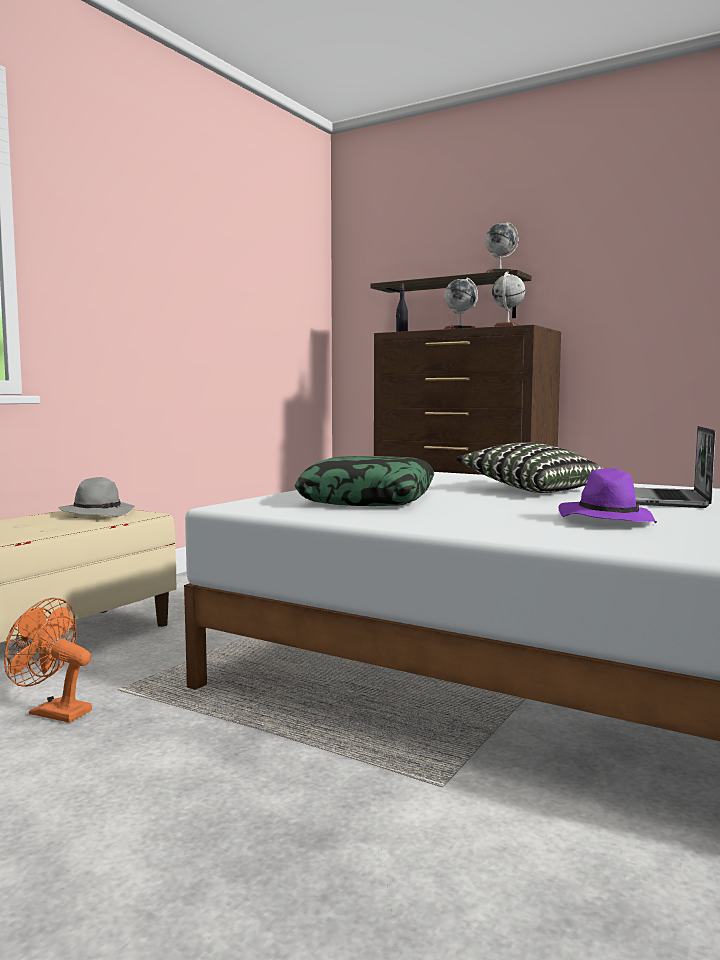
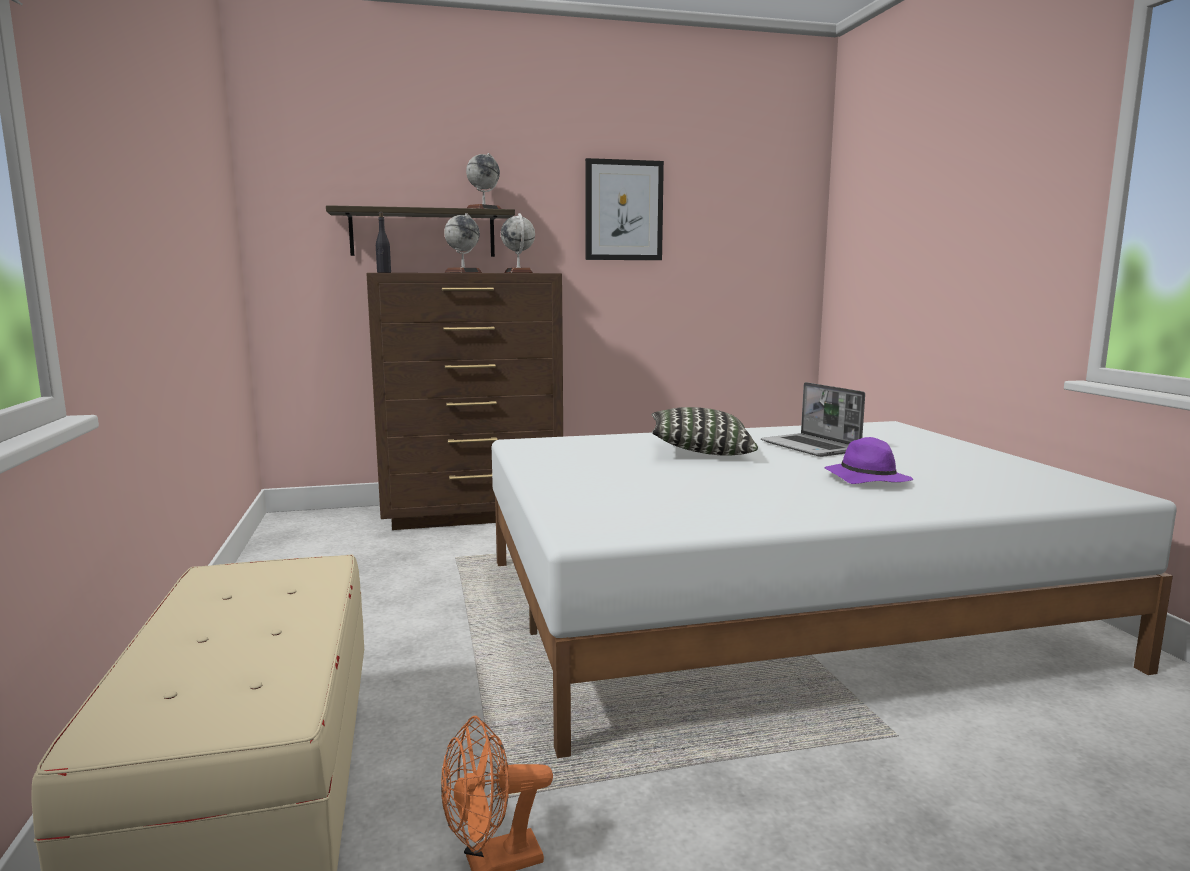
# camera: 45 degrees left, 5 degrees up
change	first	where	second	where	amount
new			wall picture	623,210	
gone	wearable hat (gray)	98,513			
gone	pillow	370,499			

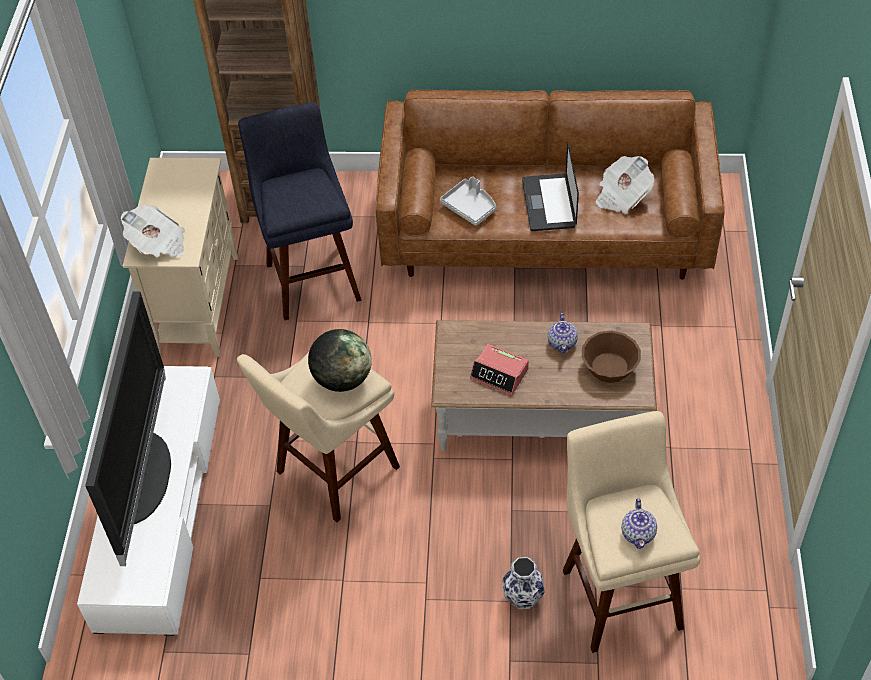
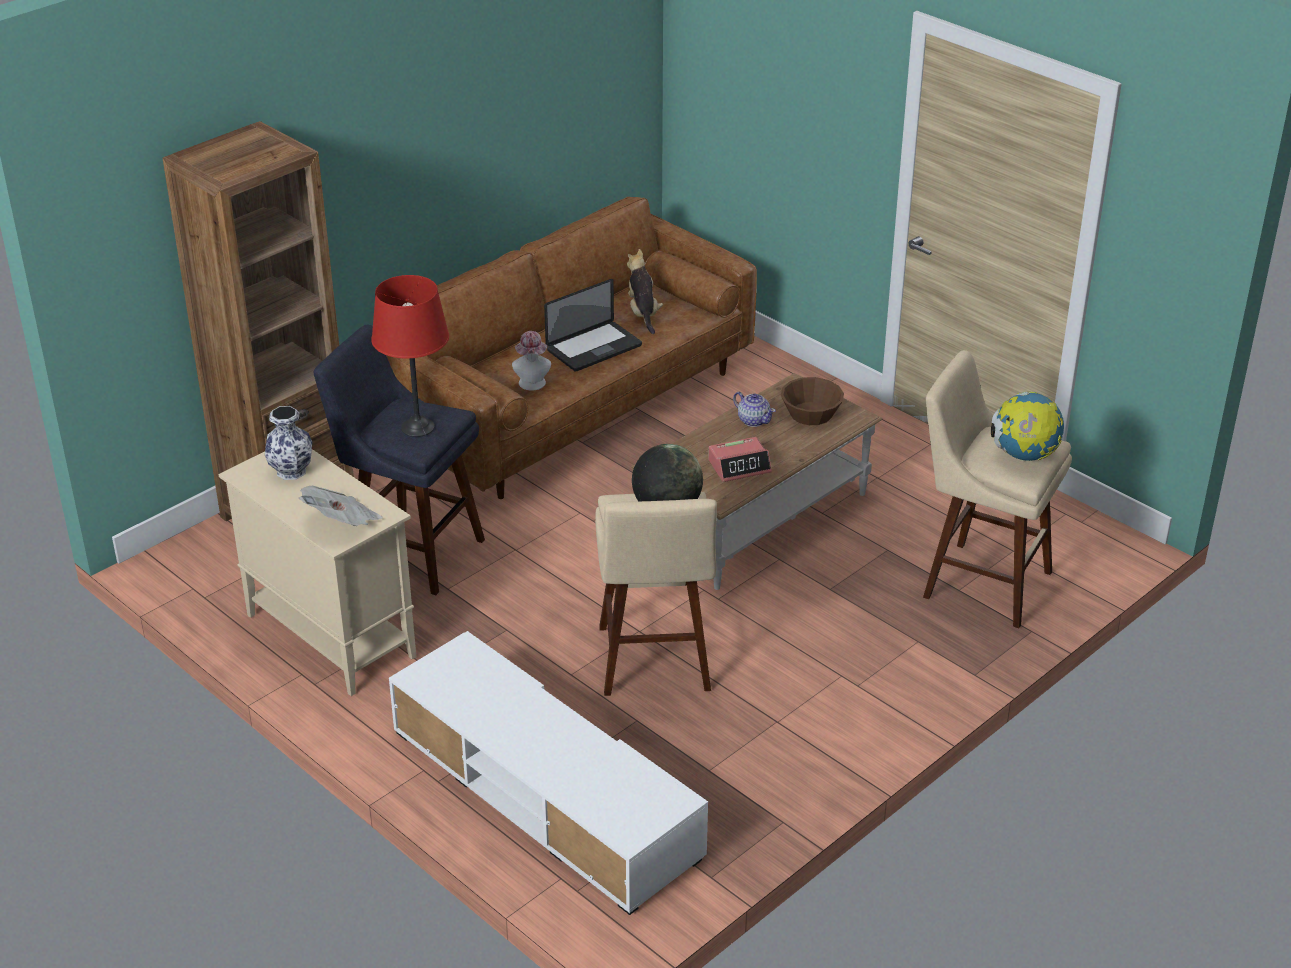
# camera: 50 degrees left, 15 degrees down
change	first	where	second	where	amount
shifted	flower vase	523,598		292,471	
new			tabletop lamp (red-coloured)	417,427	
swapped	serving tray (gray)	470,207	wearable hat	532,385	
rotated	portable computer	549,203		594,348	75 degrees counterclockwise
swapped	daily paper	622,196	plush toy	643,313	
swapped	tea pot	638,533	desk globe	1024,455	
gone	TV	143,478			

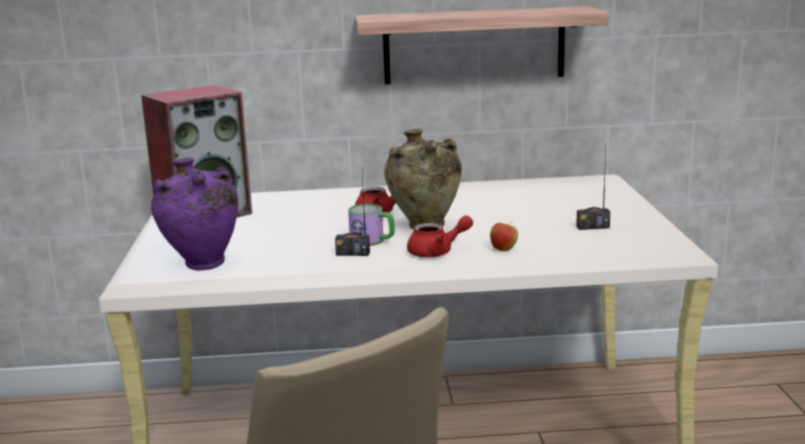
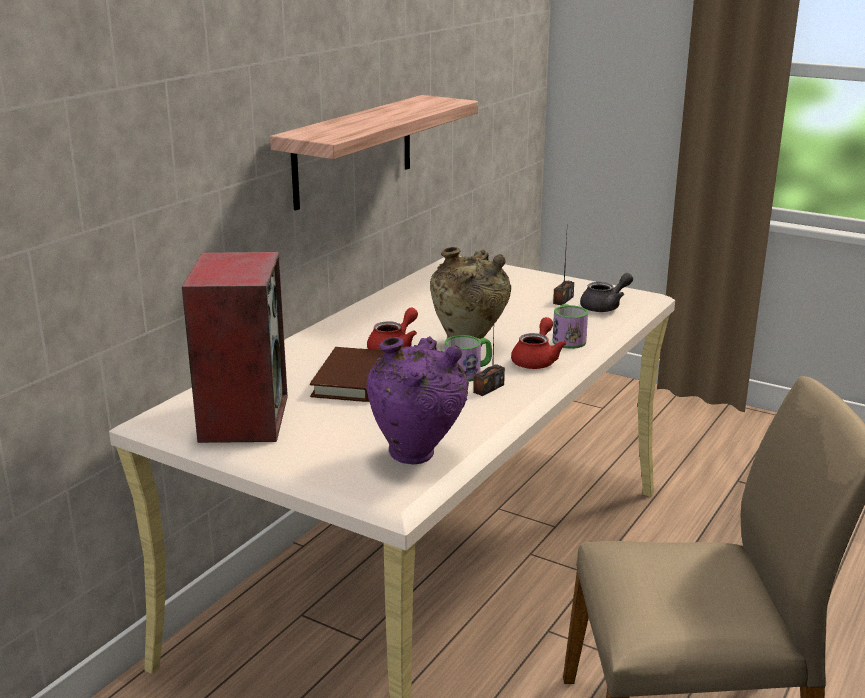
# camera: 55 degrees left, 5 degrees up
change	first	where	second	where	amount
new			volume (brown-coloured)	354,380	
swapped	apple fruit	503,249	tea mug	567,339	
new			tea pot (gray)	605,307	

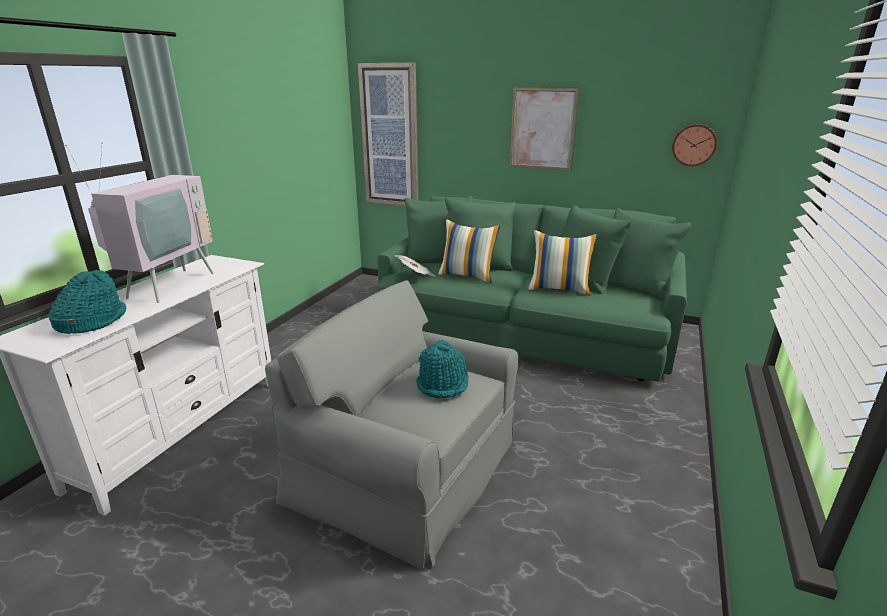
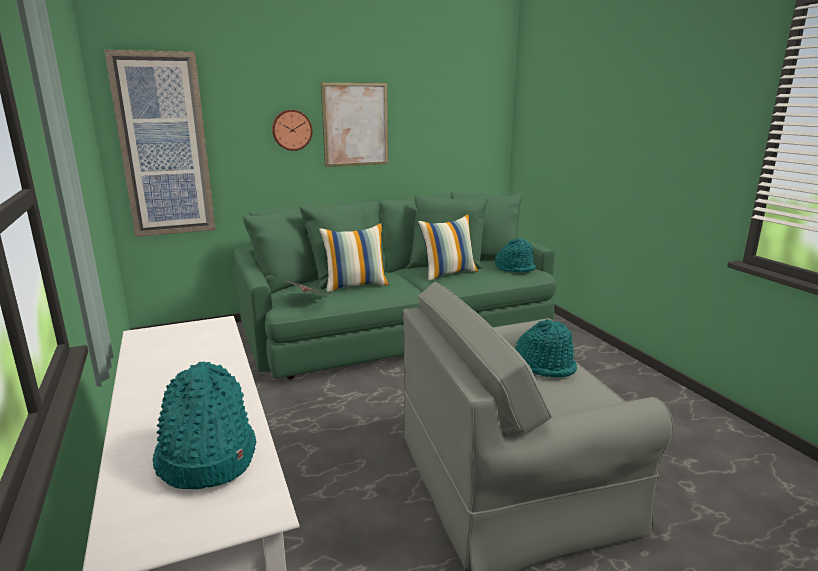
# camera: 45 degrees left, 5 degrees down
change	first	where	second	where	amount
shifted	hanging clock	694,145		291,130	
new			wearable hat (turquoise)	515,268	
gone	TV	166,284			

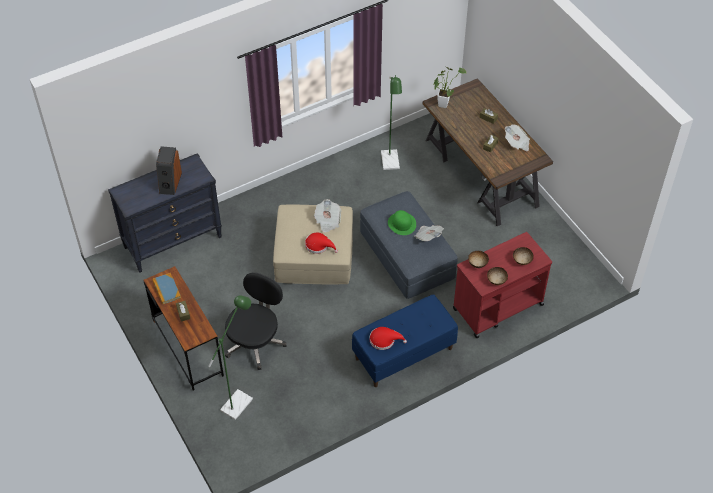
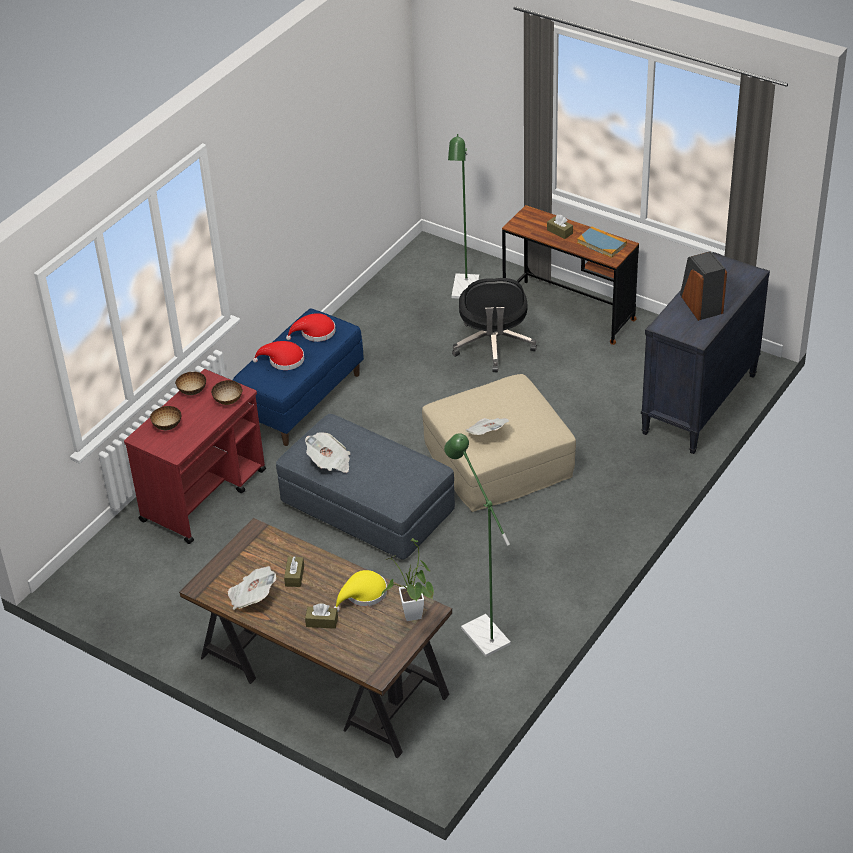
# camera: 155 degrees right, 10 degrees down
change	first	where	second	where	amount
shifted	wearable hat (red-coloured)	319,245		283,360	
new			wearable hat (yellowish)	363,594	
gone	wearable hat (green-coloured)	402,223			

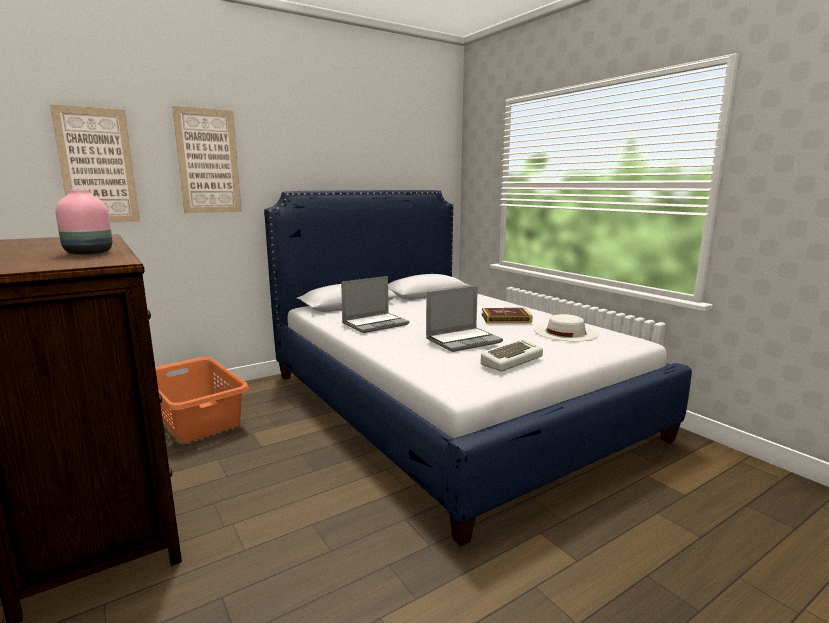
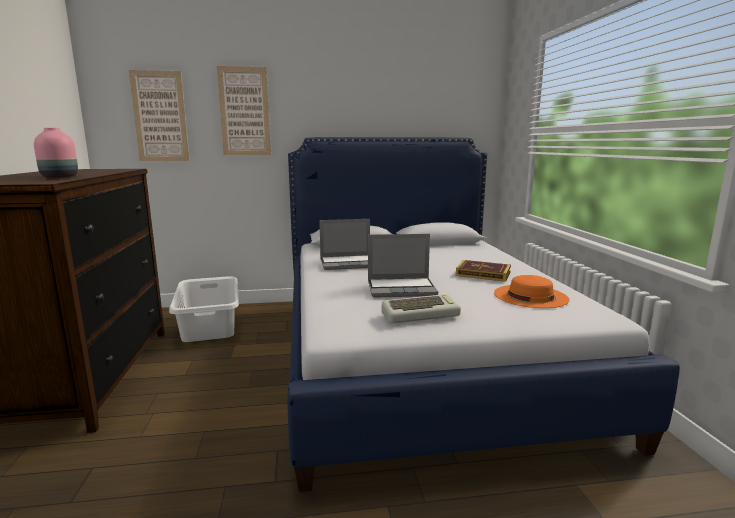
# camera: 25 degrees right, 0 degrees up
change	first	where	second	where	amount
repainted	laundry basket (orangey)	196,418	laundry basket (white-coloured)	208,325	
repainted	wearable hat (white-coloured)	565,332	wearable hat (orangey)	530,296	

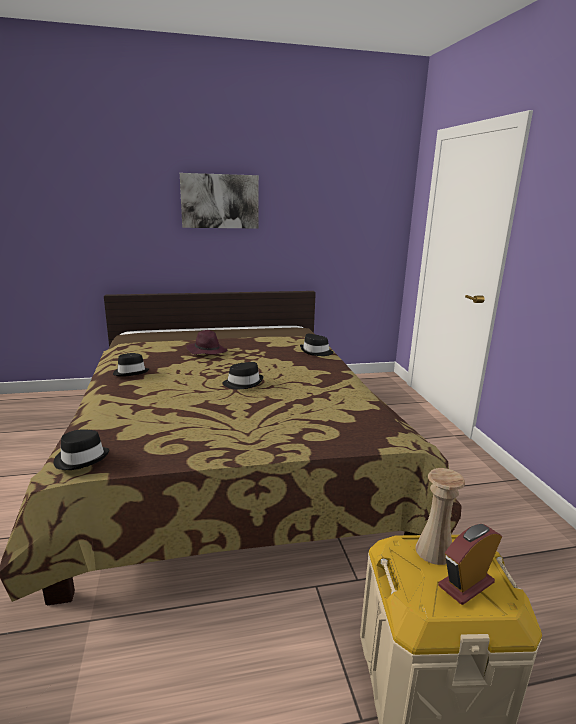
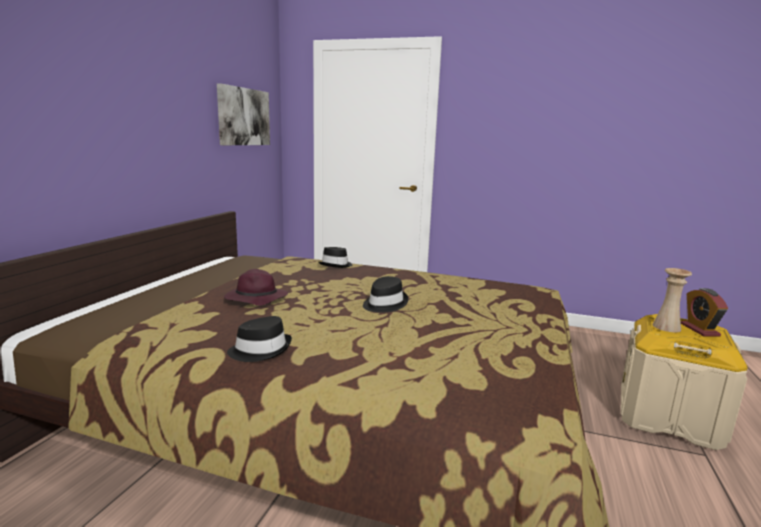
# camera: 60 degrees left, 5 degrees down
change	first	where	second	where	amount
shifted	wall picture	220,201		243,117	
gone	wearable hat (black)	81,458			

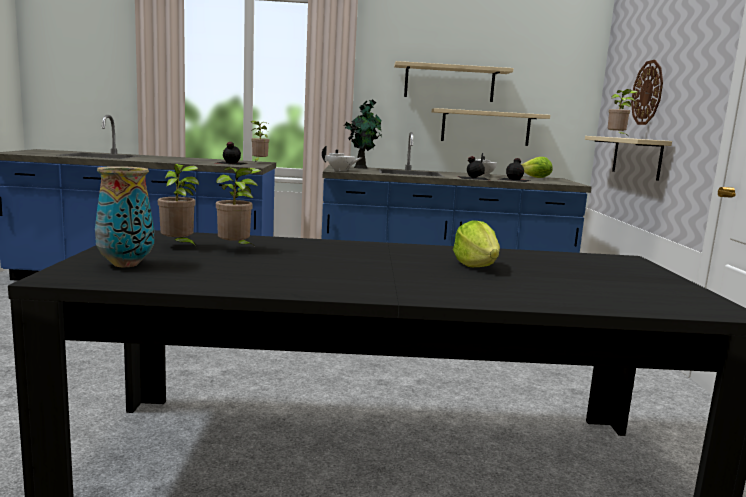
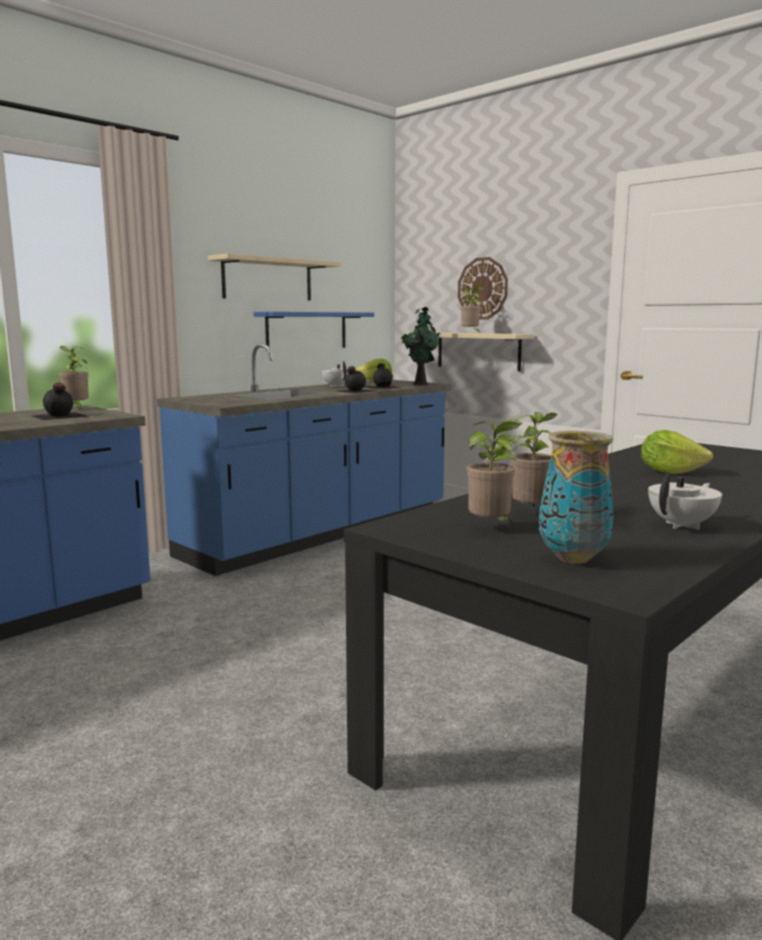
# camera: 45 degrees left, 0 degrees up
change	first	where	second	where	amount
repainted	wall shelf (sand-coloured)	485,127	wall shelf (blue)	306,330	
shifted	plant in a pot	361,167		420,384	
shifted	tea pot (white-coloured)	340,170		682,525	

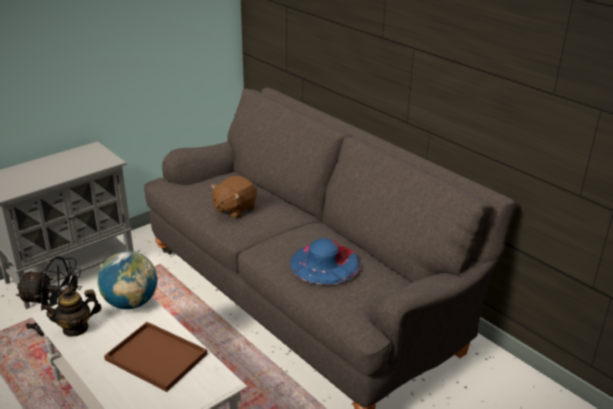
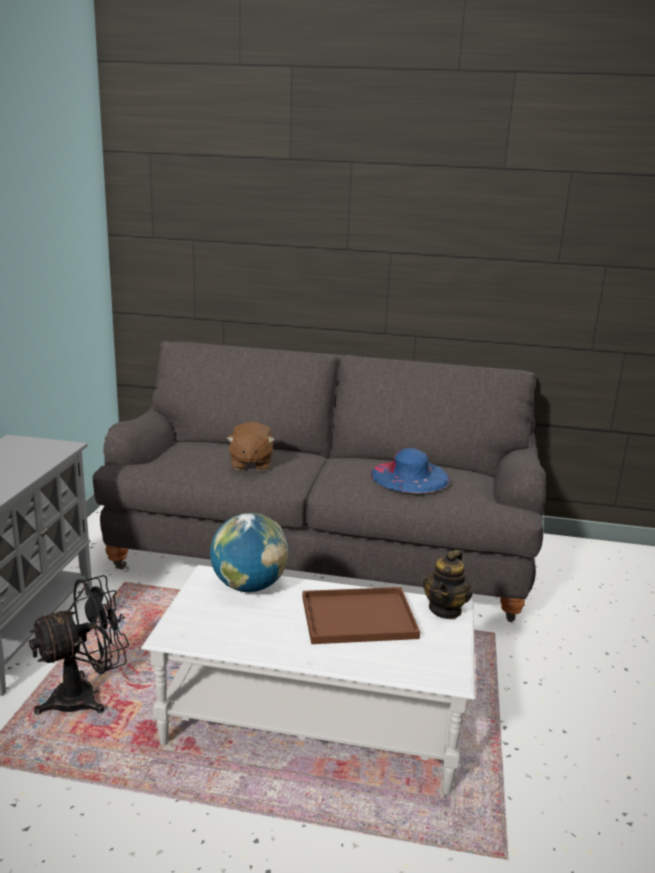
# camera: 40 degrees left, 10 degrees down
change	first	where	second	where	amount
shifted	tea pot	76,328		445,609	

